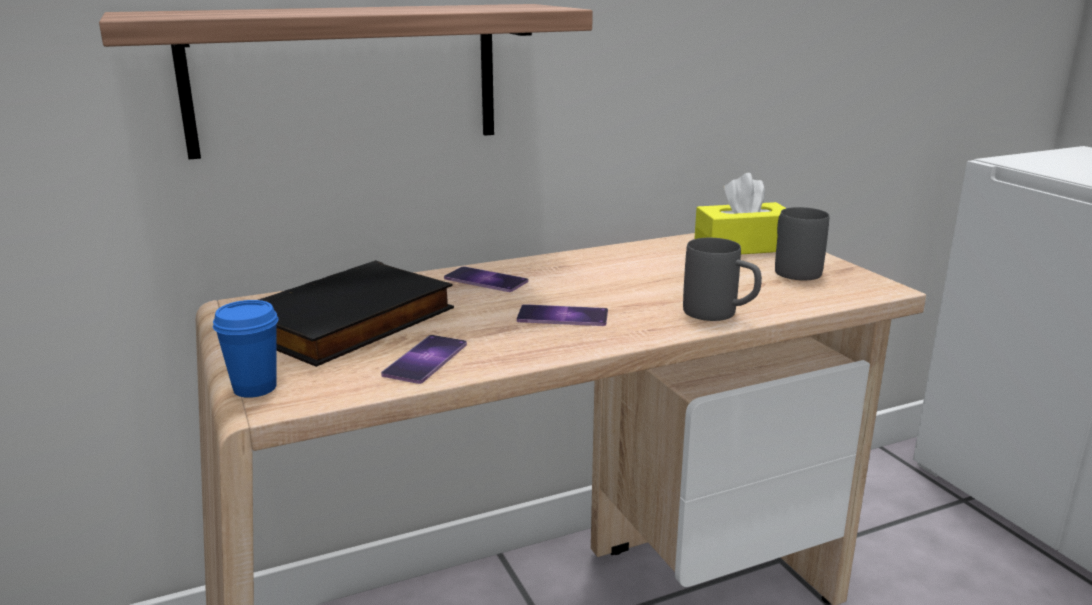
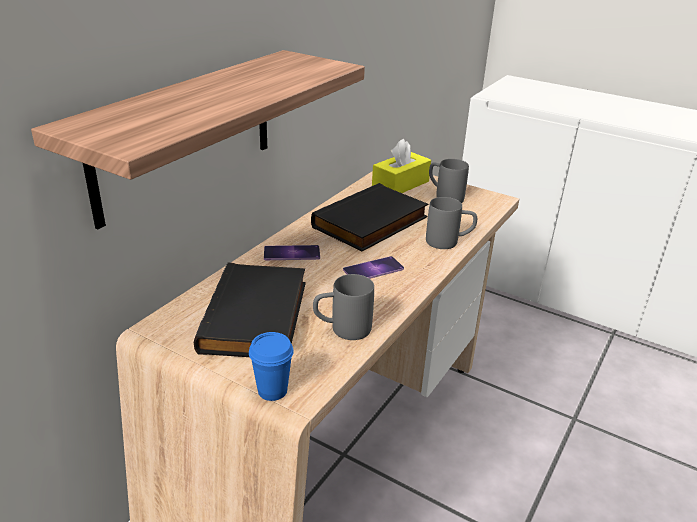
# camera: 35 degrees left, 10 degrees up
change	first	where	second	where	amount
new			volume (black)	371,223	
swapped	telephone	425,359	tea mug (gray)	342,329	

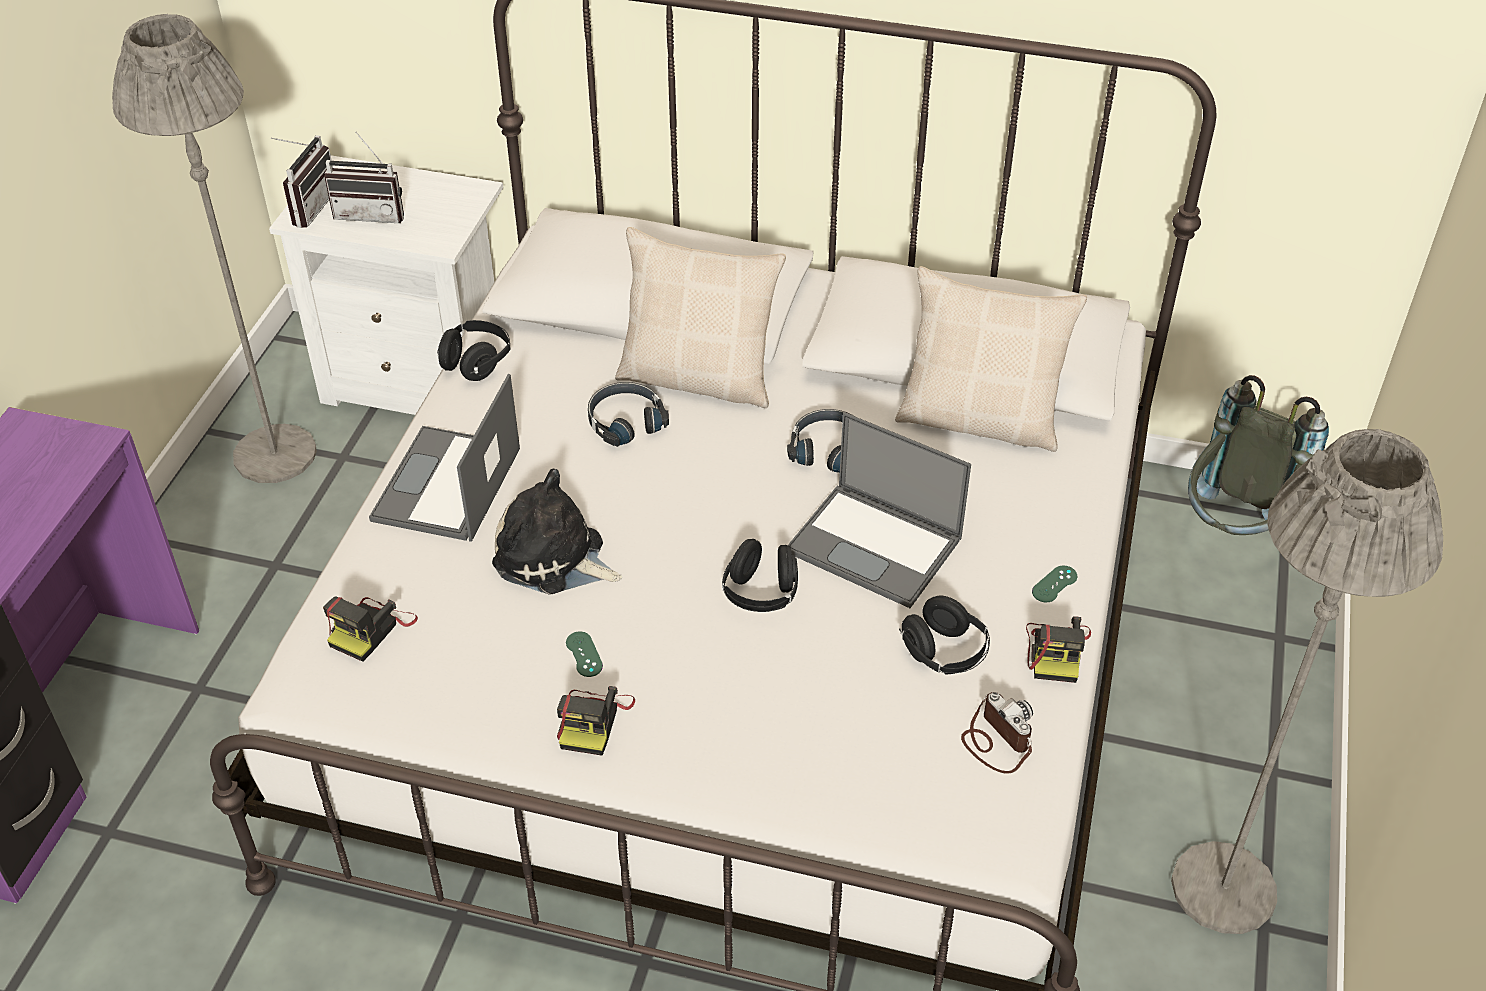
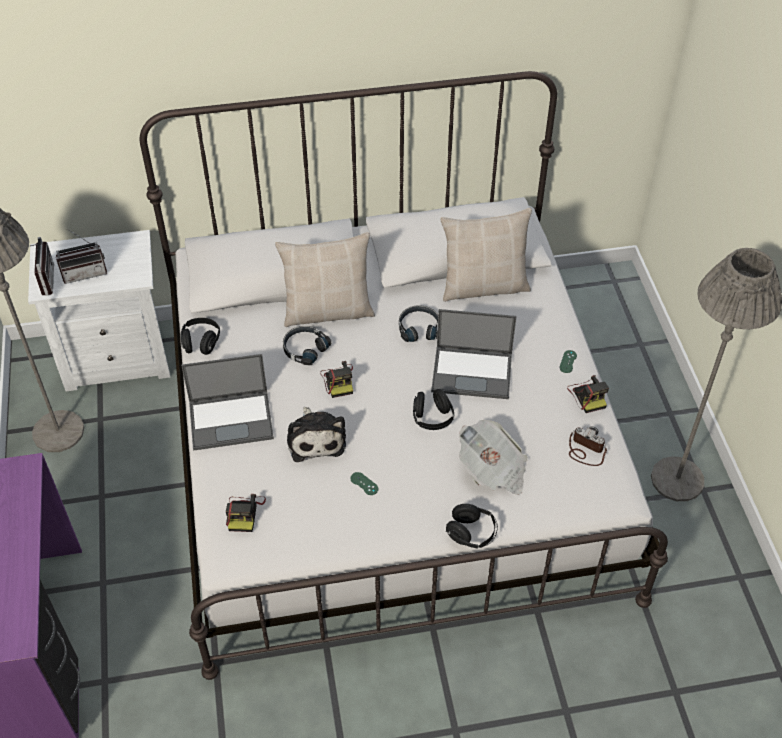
# camera: 25 degrees left, 5 degrees up
change	first	where	second	where	amount
rotated	portable computer	447,486		232,419	90 degrees counterclockwise
rotated	plush toy	554,558		316,438	105 degrees counterclockwise
shifted	still camera	593,721		338,381	
shifted	headphones (black)	944,653		471,534	
new			daily paper	493,470	
gone	backpack (gray)	1231,531			

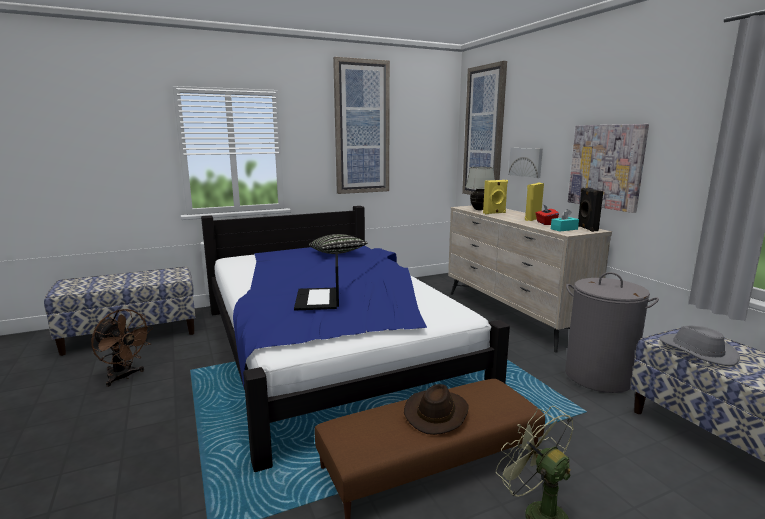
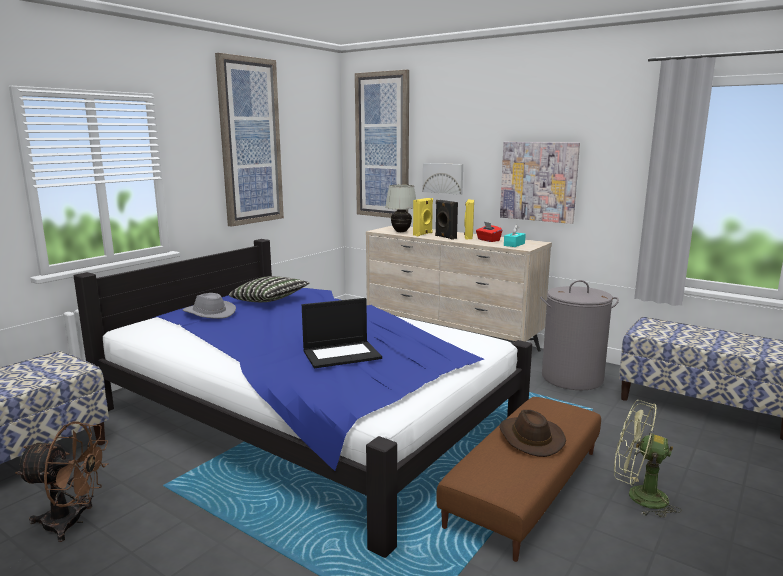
# camera: 30 degrees left, 0 degrees up
change	first	where	second	where	amount
shifted	wearable hat (gray)	696,351		208,313	
rotated	portable computer	318,299		342,354	75 degrees counterclockwise
shifted	loudspeaker (black)	586,228		445,237	

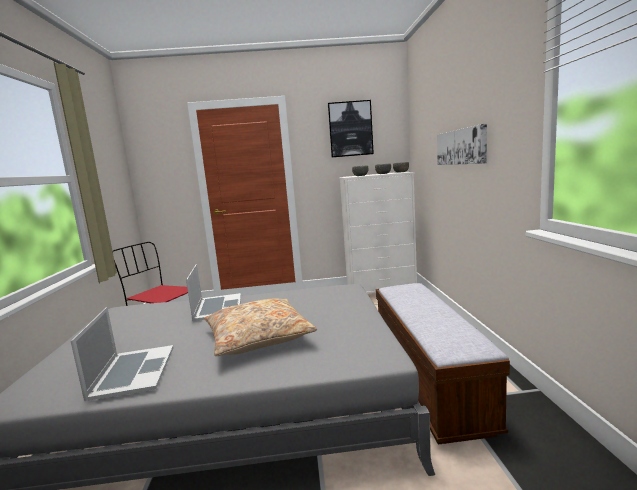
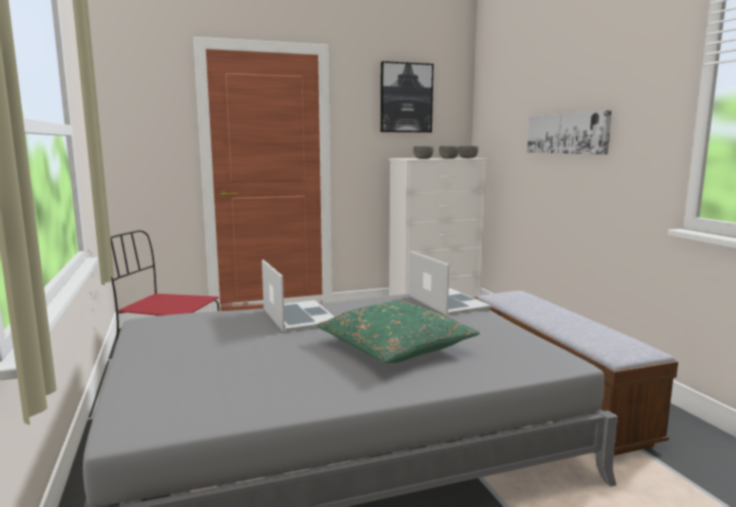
# camera: 15 degrees left, 0 degrees up
change	first	where	second	where	amount
repainted	pillow (sand-coloured)	258,337	pillow (green-coloured)	395,346	
shifted	portable computer	133,371		447,302	

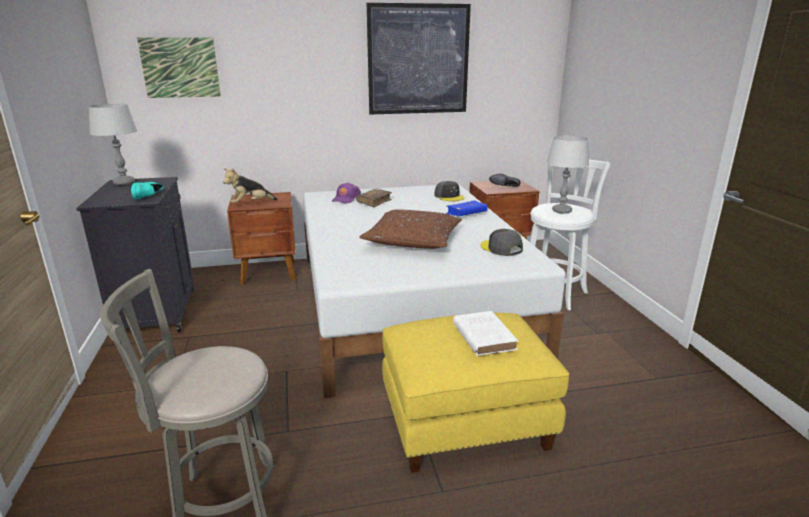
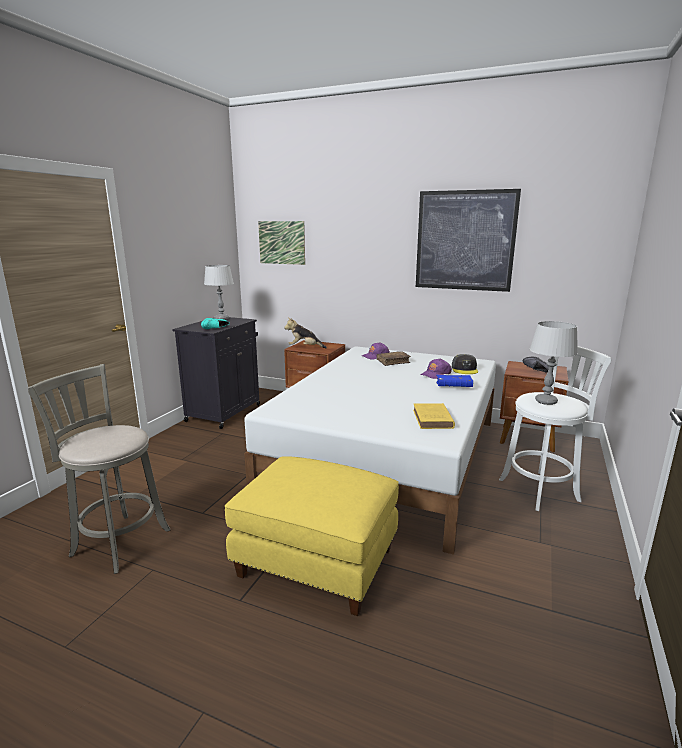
# camera: 35 degrees right, 5 degrees down
change	first	where	second	where	amount
swapped	peaked cap (gray)	501,248	volume (yellowish)	433,419	
new			peaked cap (purple-coloured)	435,374	
gone	pillow (brown-coloured)	412,240			
gone	volume (white-coloured)	483,335			

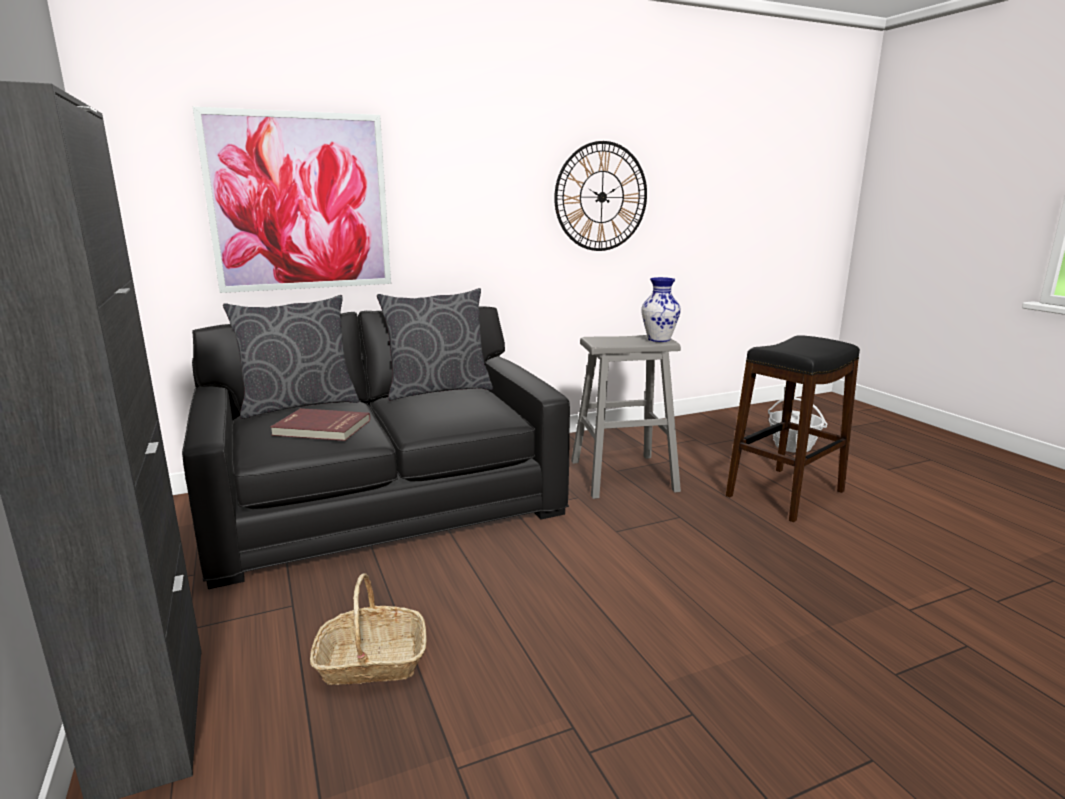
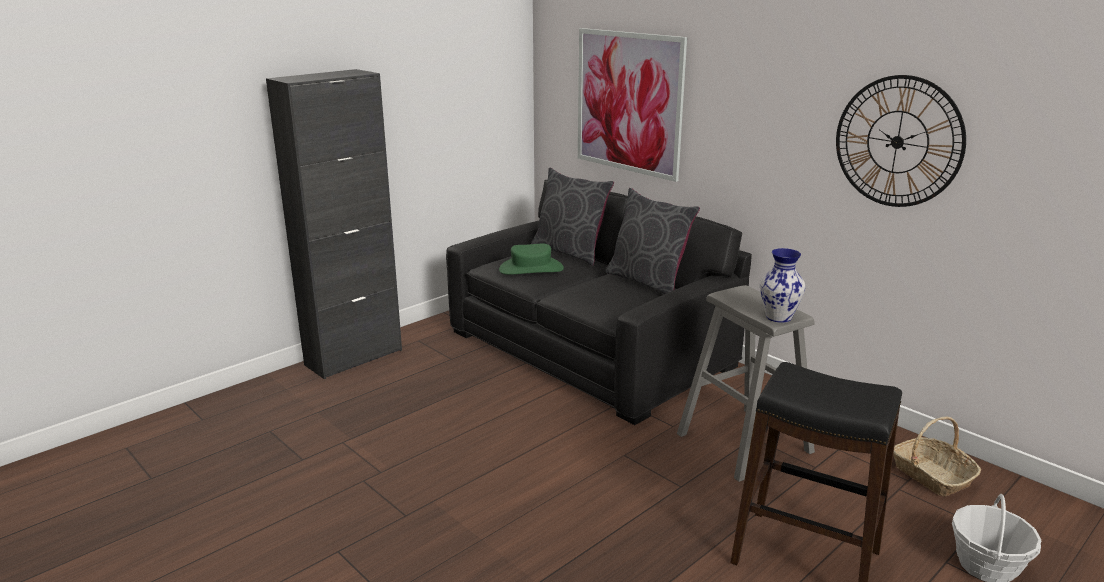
# camera: 70 degrees right, 5 degrees up
change	first	where	second	where	amount
swapped	volume (red-coloured)	321,428	wearable hat (green-coloured)	531,269	
shifted	storage basket	371,661		931,475	

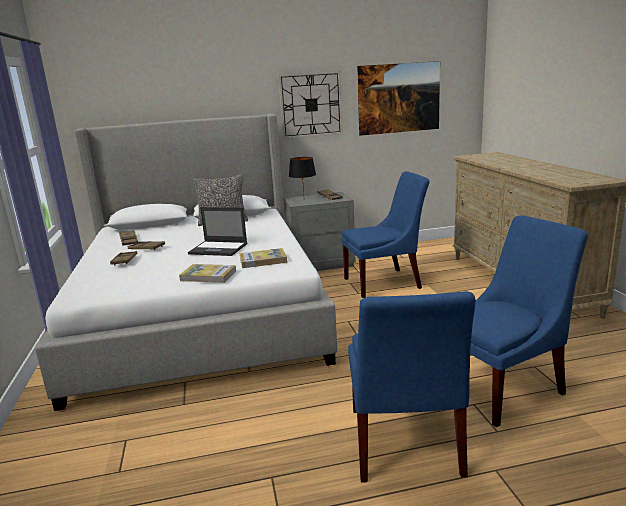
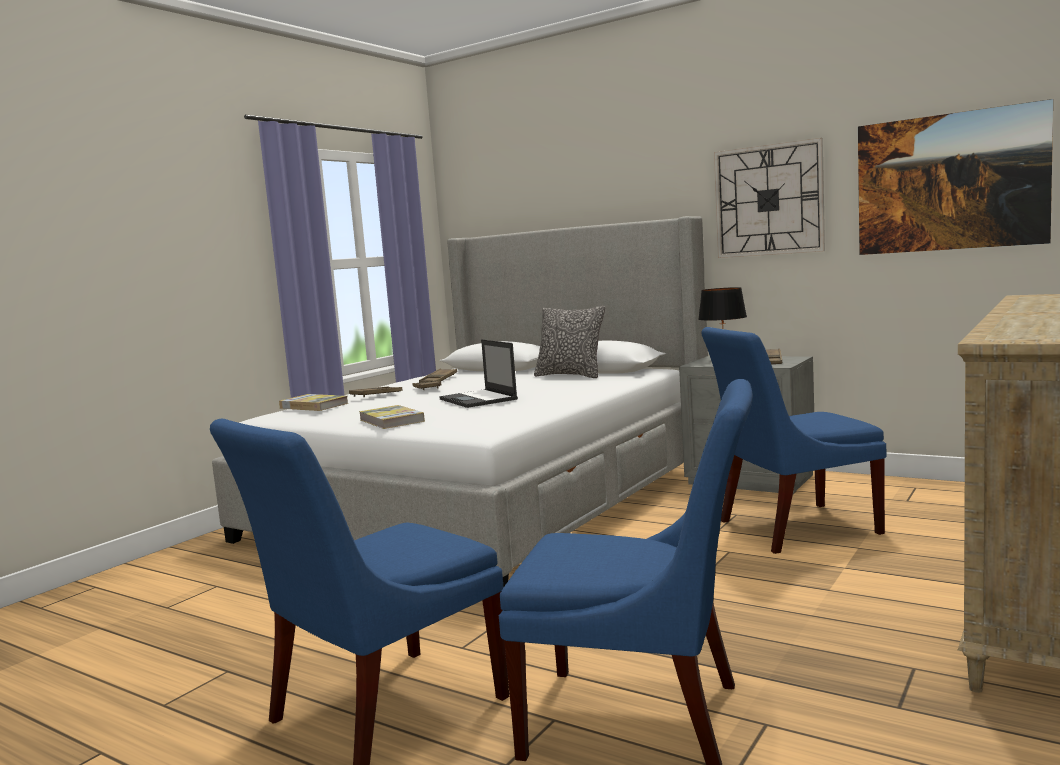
# camera: 45 degrees right, 10 degrees down
change	first	where	second	where	amount
shifted	volume	263,260		314,406	
rotated	chair (blue)	385,282		791,528	135 degrees clockwise

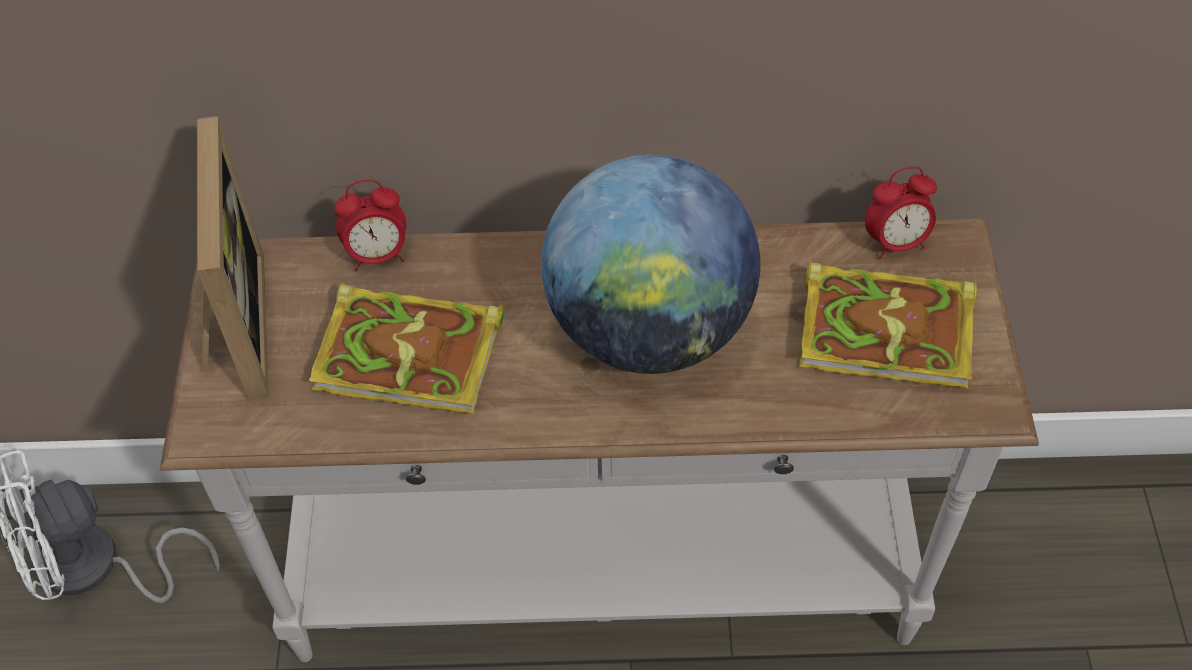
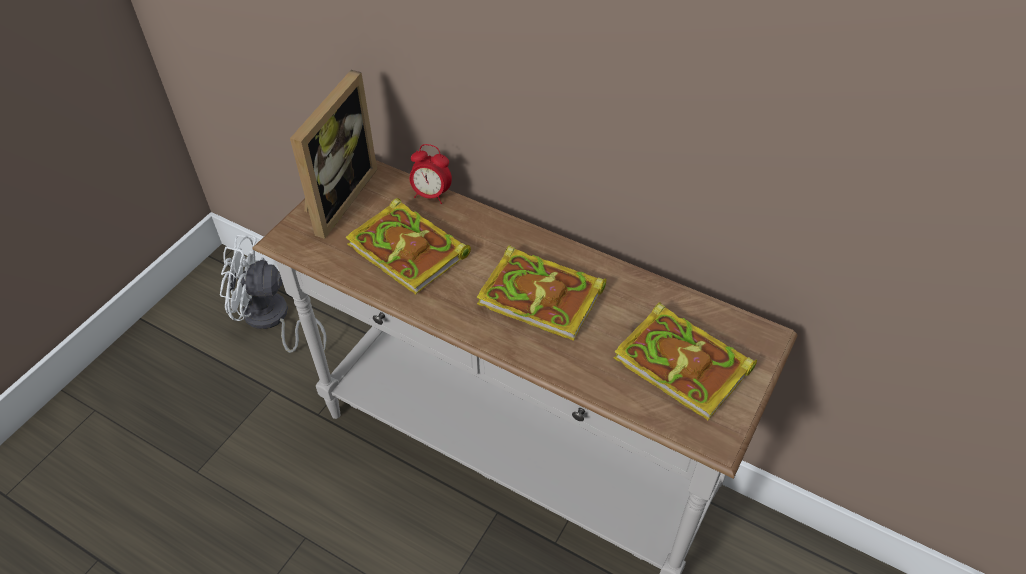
# camera: 30 degrees right, 5 degrees down
change	first	where	second	where	amount
swapped	desk globe	649,328	volume	544,297	
gone	alarm clock	895,243			

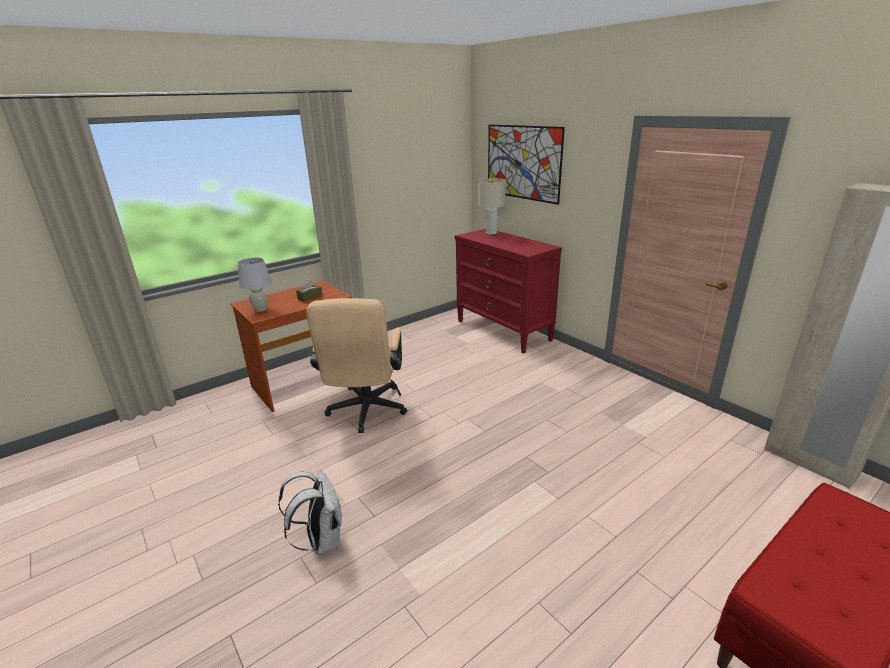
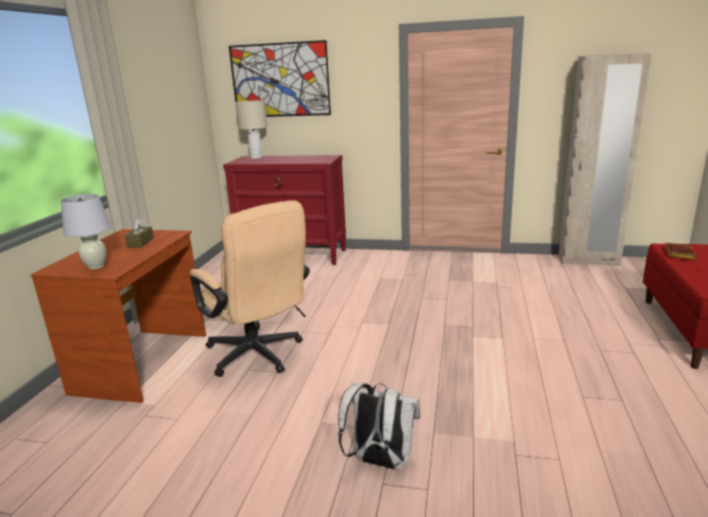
# camera: 40 degrees left, 5 degrees down
change	first	where	second	where	amount
new			volume (brown-coloured)	678,254	

